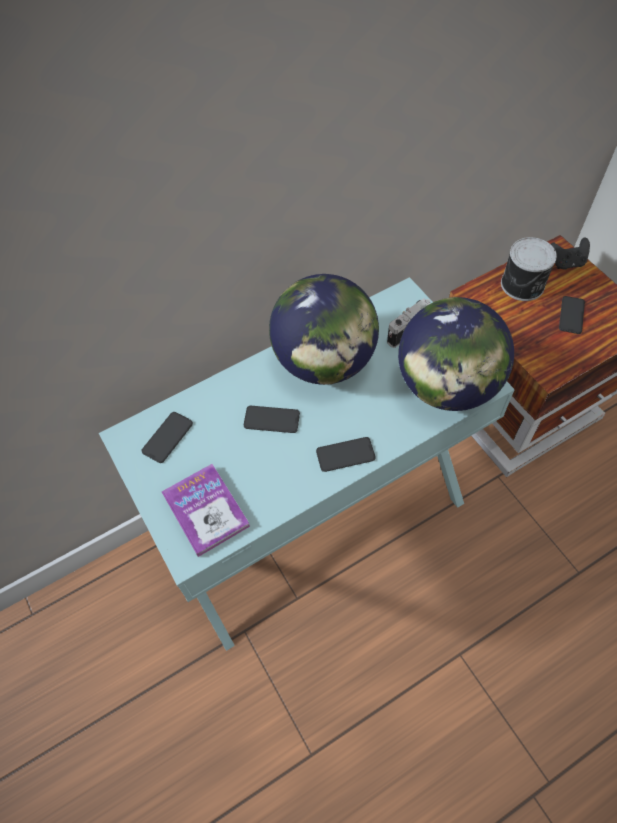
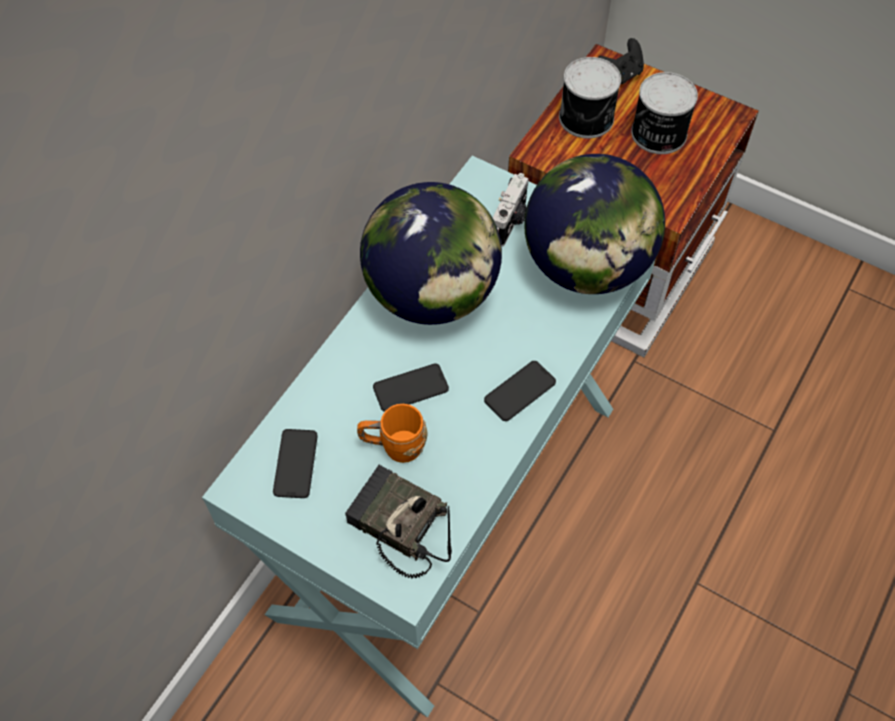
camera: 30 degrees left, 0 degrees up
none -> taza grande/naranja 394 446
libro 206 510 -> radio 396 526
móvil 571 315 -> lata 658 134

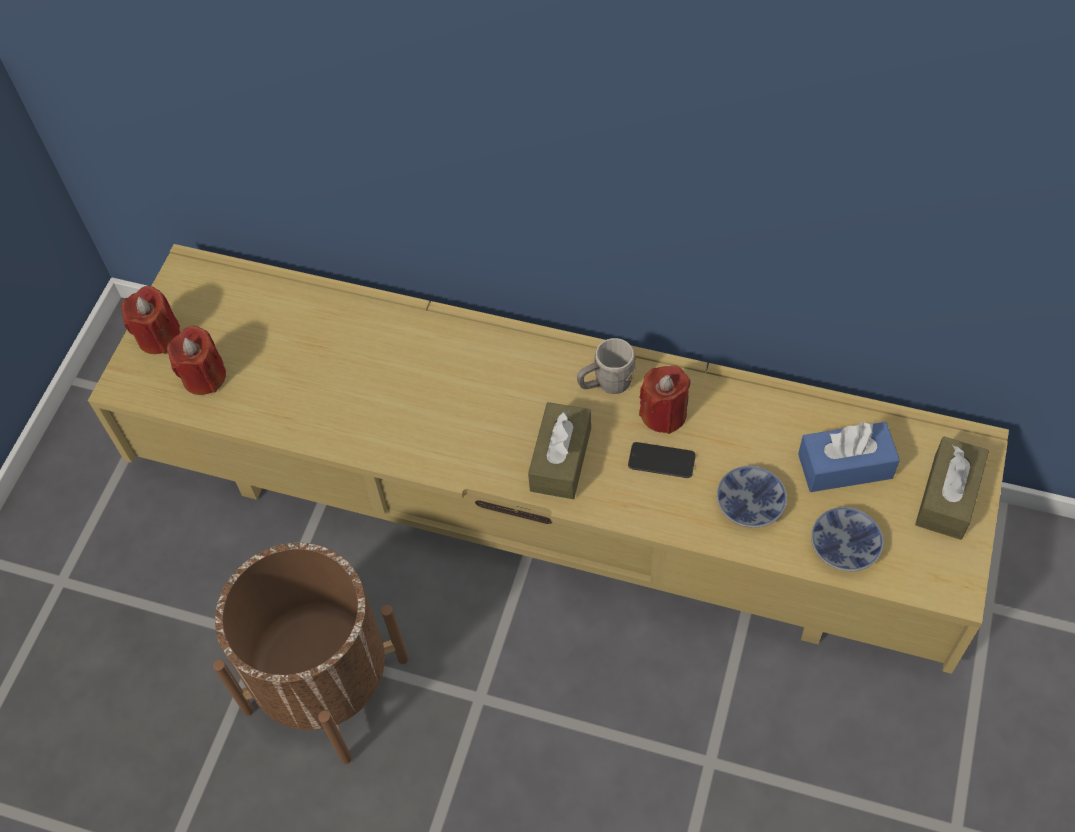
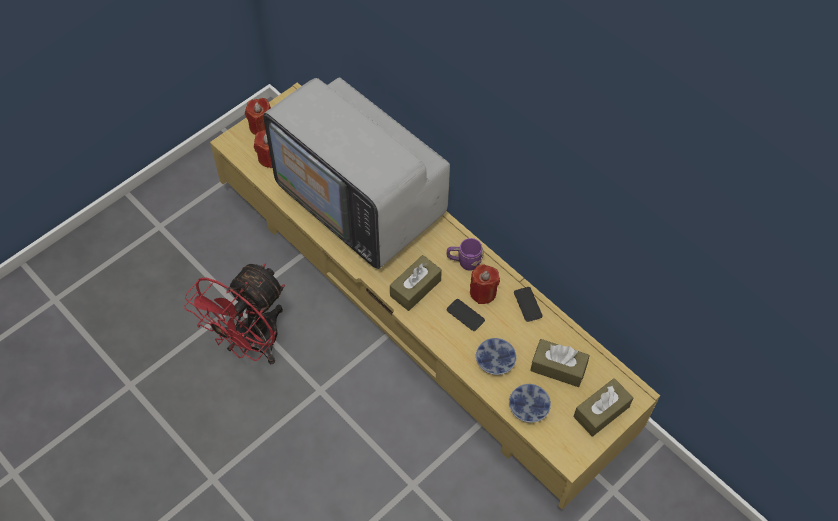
camera: 25 degrees right, 0 degrees up
none -> televisor 360 202
none -> móvil 527 304
maceta/marrón 326 684 -> ventilador/rojo 251 343
taza grande/gris 606 384 -> taza grande/morado 464 262
caja de pañuelos/azul 845 466 -> caja de pañuelos/marrón 558 367

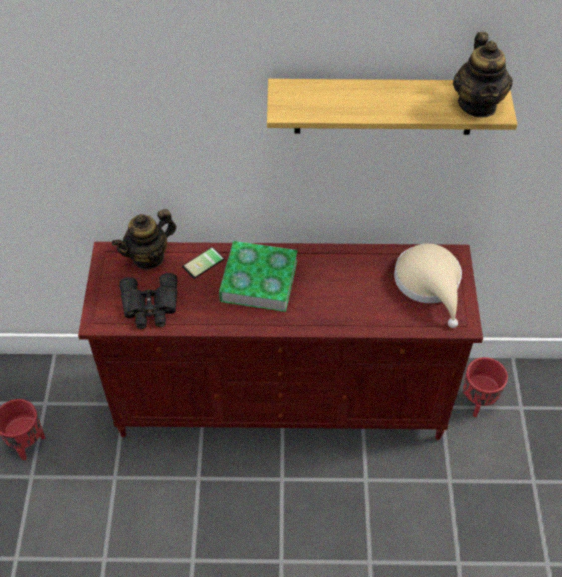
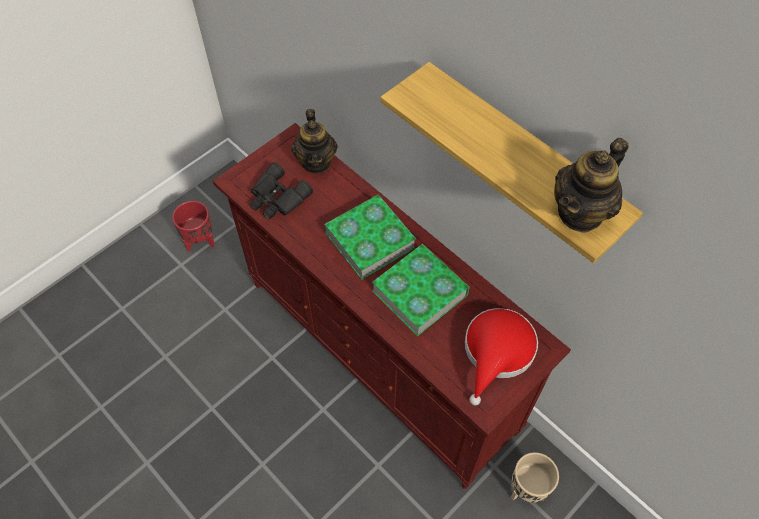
camera: 45 degrees right, 5 degrees up
móvil 204 264 -> none
none -> libro 420 293
sombrero/beis 429 283 -> sombrero/rojo 497 352
maceta/rojo 478 402 -> maceta/beis 527 490
tetera 148 257 -> tetera 316 162, 105 degrees counterclockwise

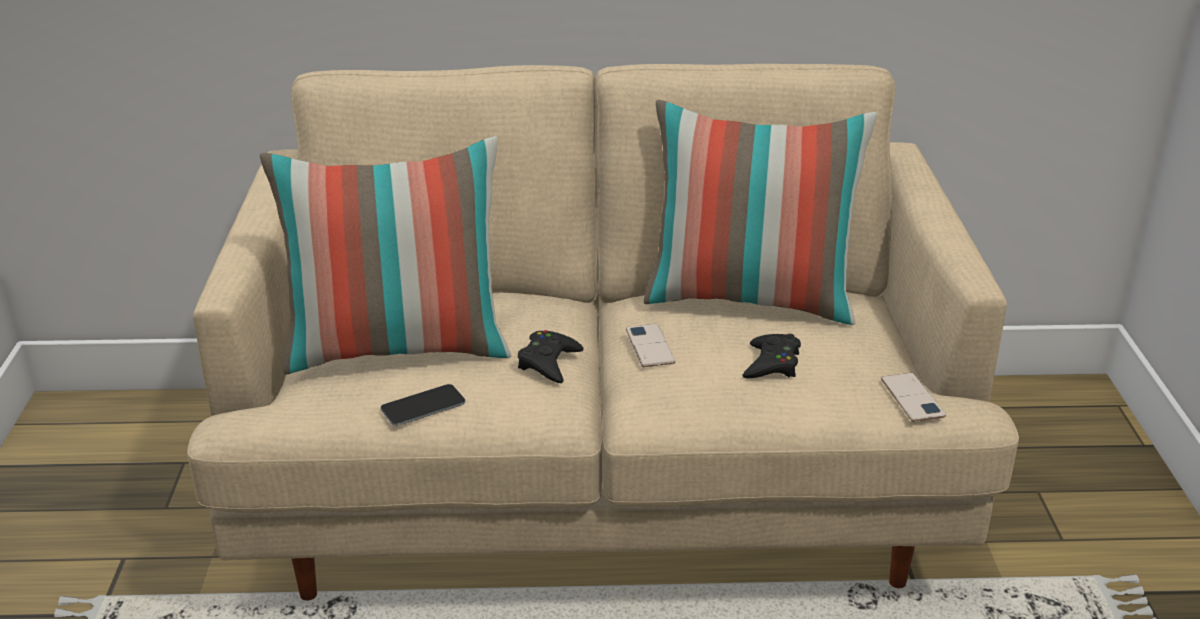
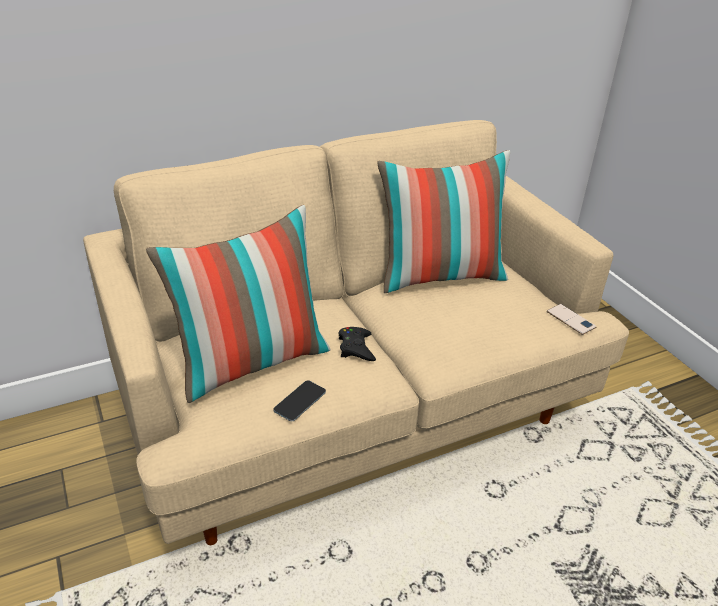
camera: 25 degrees left, 5 degrees up
móvil 650 346 -> none
mando de consola/negro 771 364 -> none

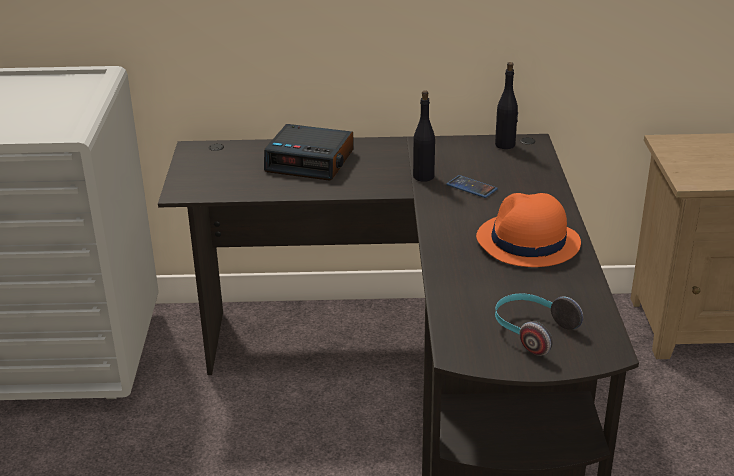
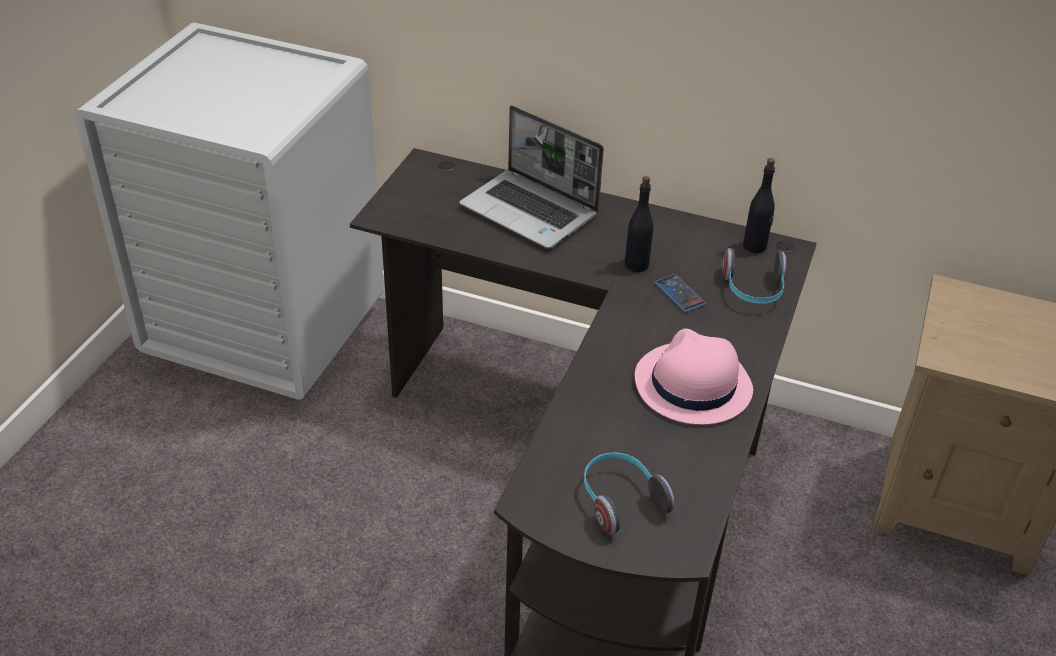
camera: 20 degrees right, 10 degrees up
none -> auriculares 753 290
despertador 311 161 -> portátil 531 211
sombrero/naranja 527 242 -> sombrero/rosa 692 385

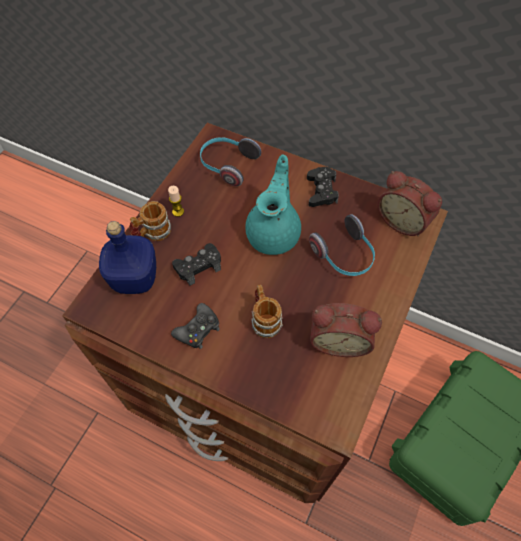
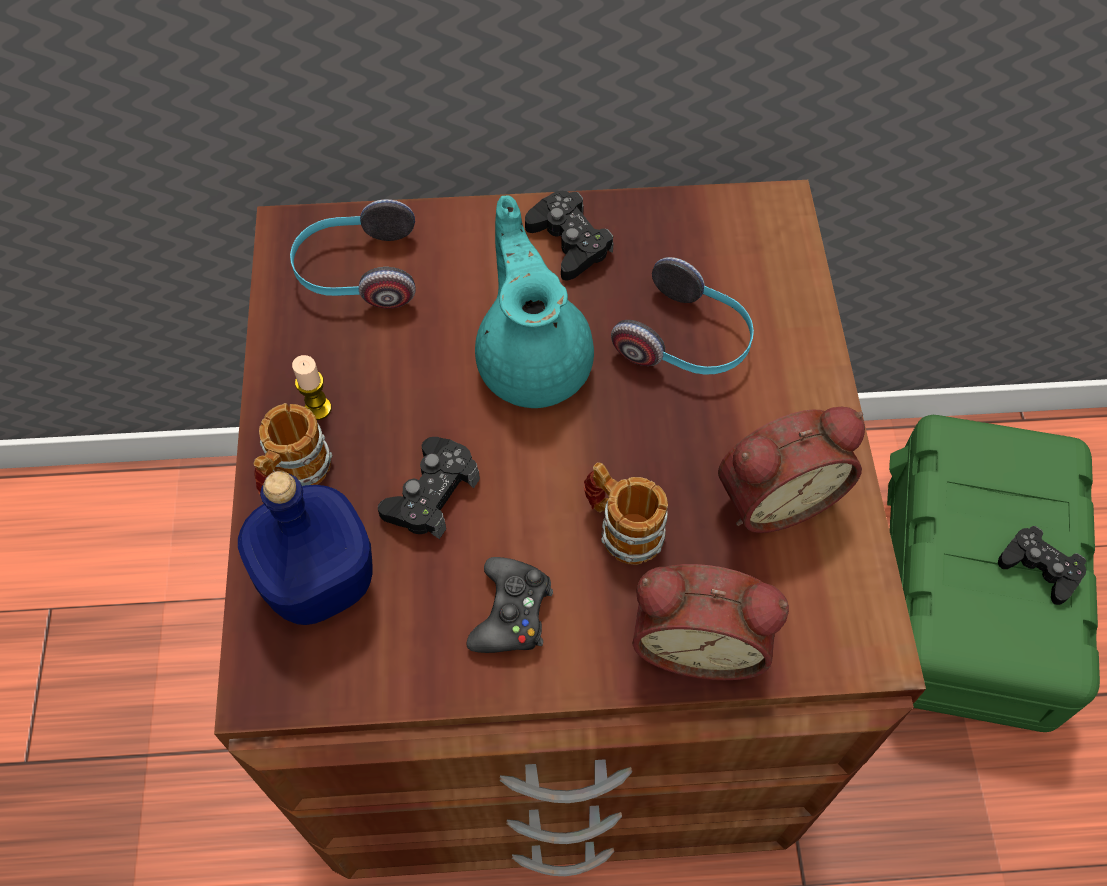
camera: 30 degrees left, 0 degrees up
none -> mando de consola/negro 1039 568
despertador 403 220 -> despertador 698 639, relocated

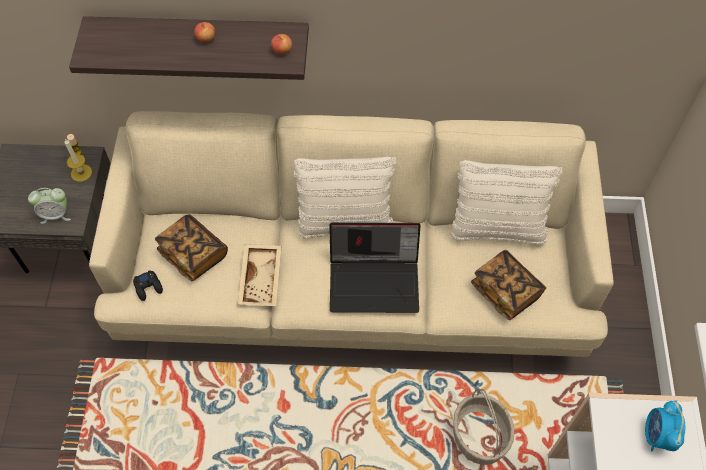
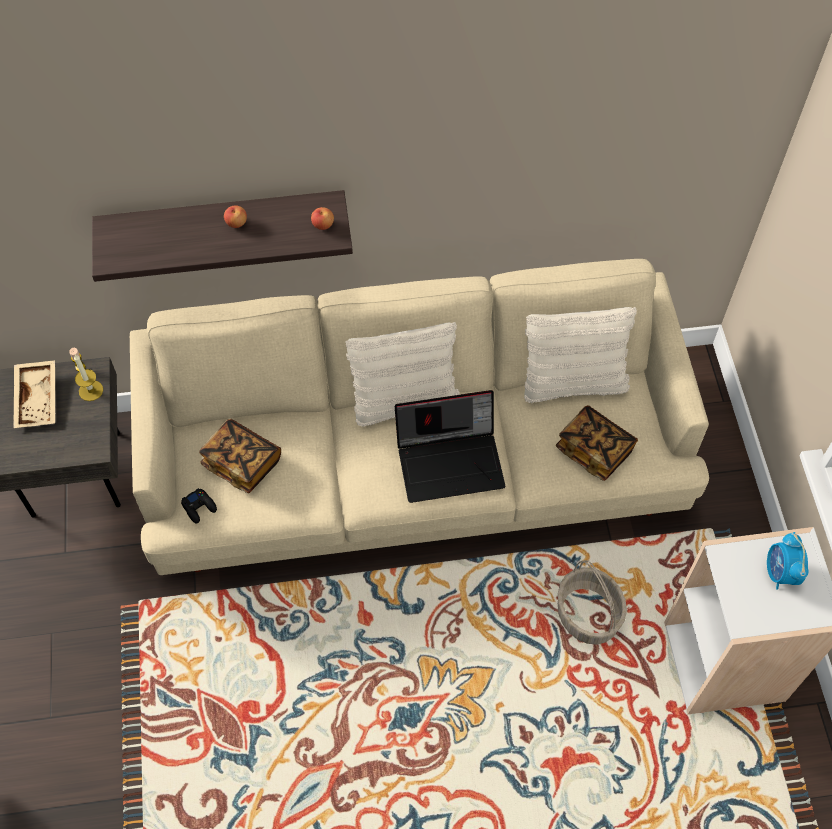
camera: 10 degrees left, 0 degrees up
despertador 56 214 -> none
bandeja/beis 262 279 -> bandeja/beis 39 399, relocated

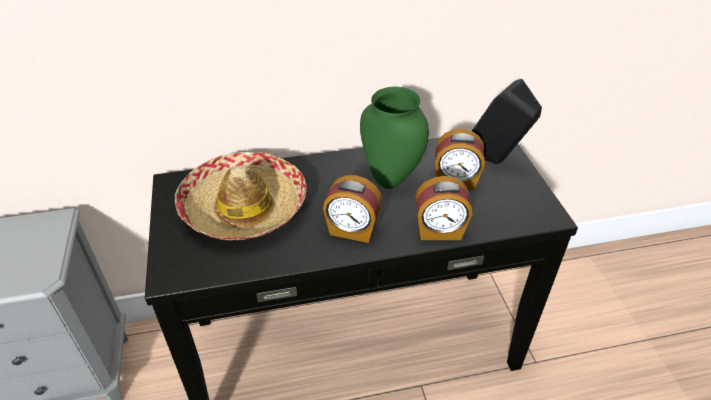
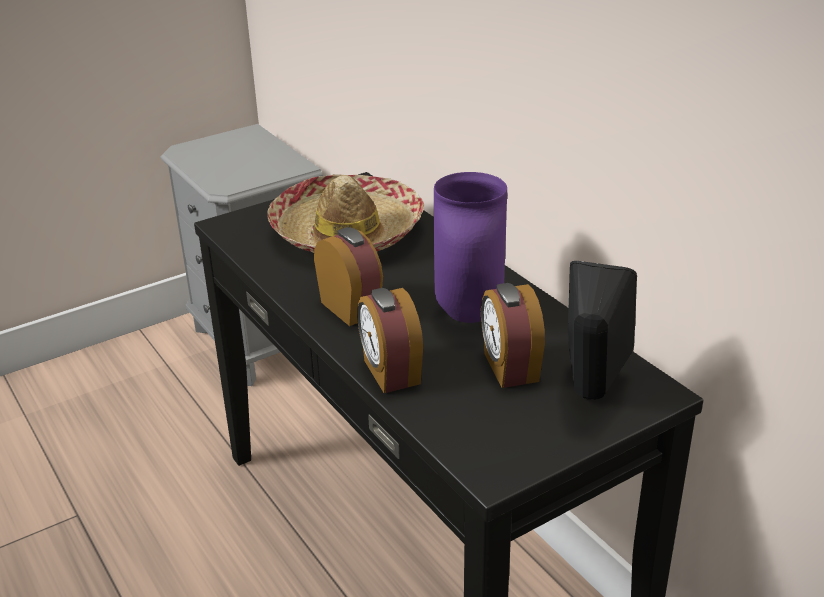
camera: 70 degrees right, 10 degrees down
florero/verde 389 181 -> florero/morado 466 314
despertador 352 230 -> despertador 351 308, 150 degrees clockwise

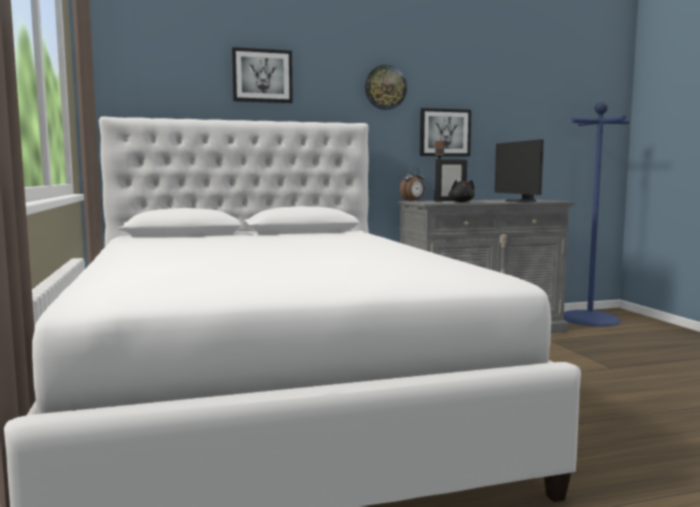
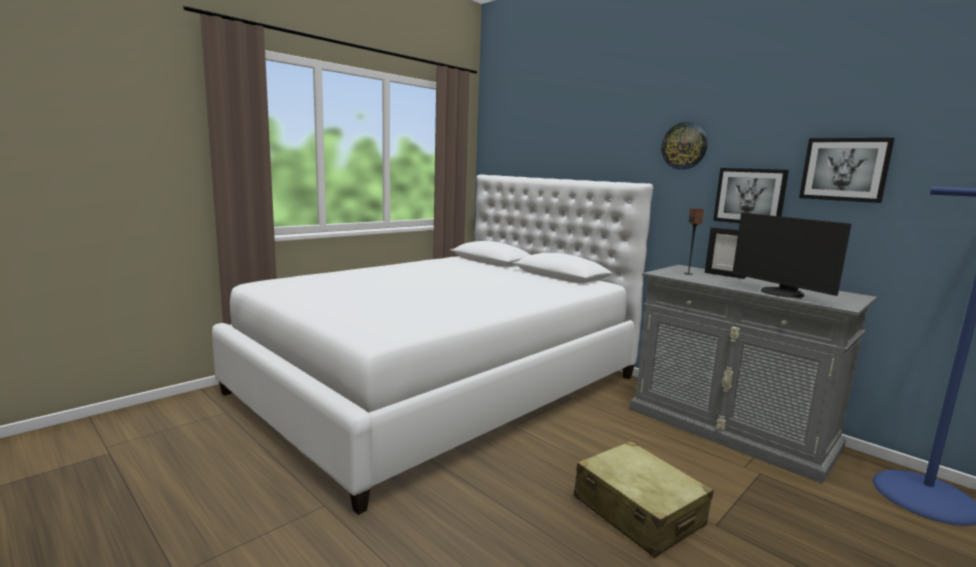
camera: 60 degrees right, 5 degrees up
despertador 413 201 -> none
peluche/negro 461 202 -> none
none -> maleta/beis 638 512
cuadro 262 76 -> cuadro 844 169, relocated
monitor 519 201 -> monitor 781 293, 75 degrees counterclockwise

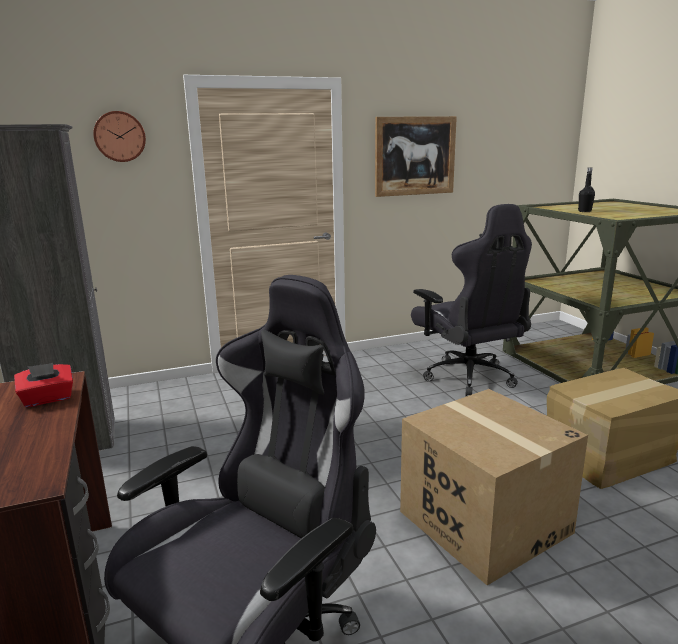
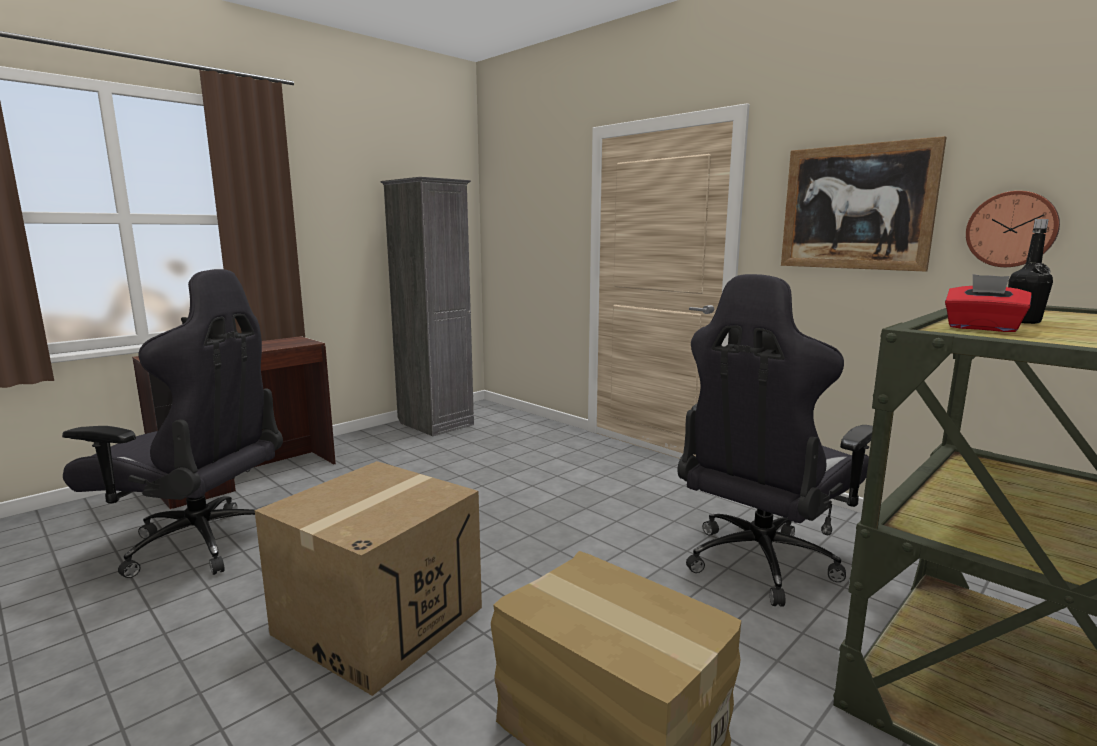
camera: 65 degrees right, 5 degrees down
caja de pañuelos/rojo 48 399 -> caja de pañuelos/rojo 982 328, relocated
reloj de pared 120 136 -> reloj de pared 1011 229, relocated

